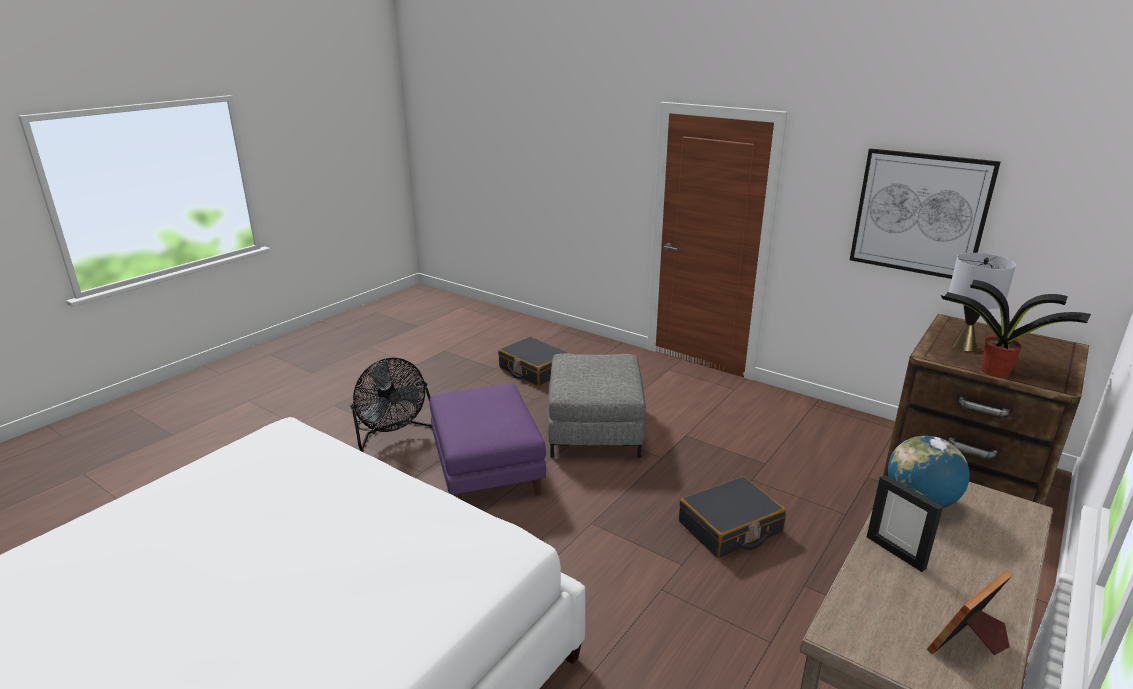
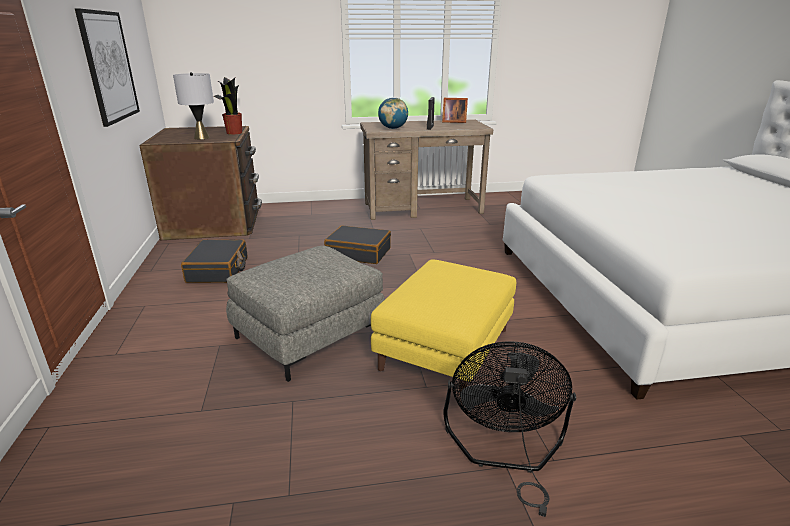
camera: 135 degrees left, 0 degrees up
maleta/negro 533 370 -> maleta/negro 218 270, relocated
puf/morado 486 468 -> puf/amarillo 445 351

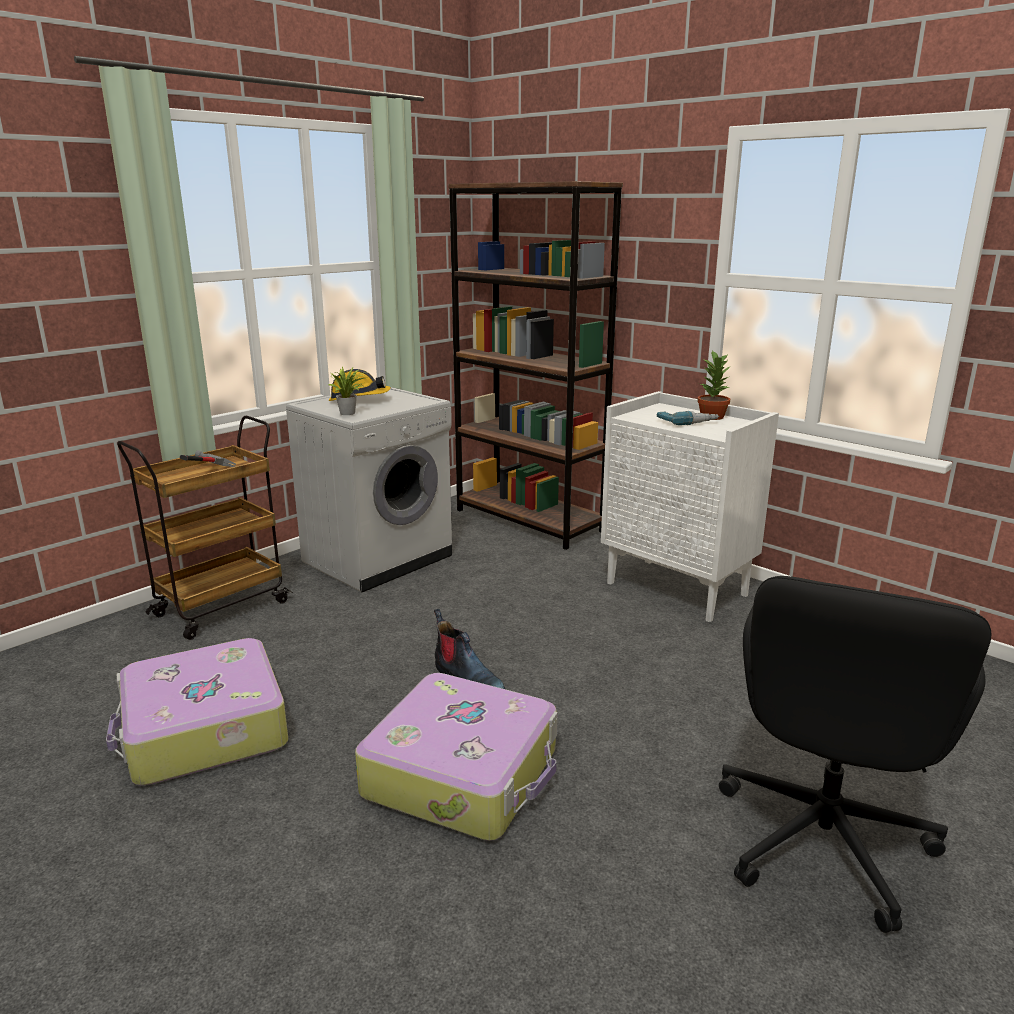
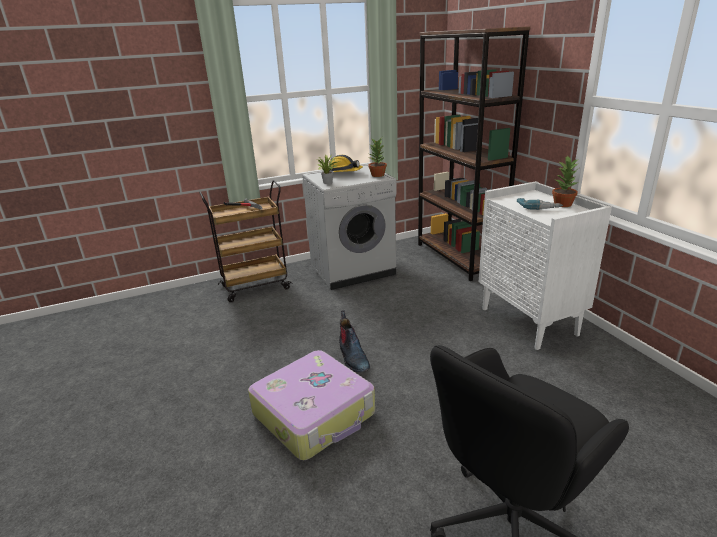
camera: 25 degrees right, 5 degrees up
maleta 203 730 -> none
none -> planta en maceta 378 175

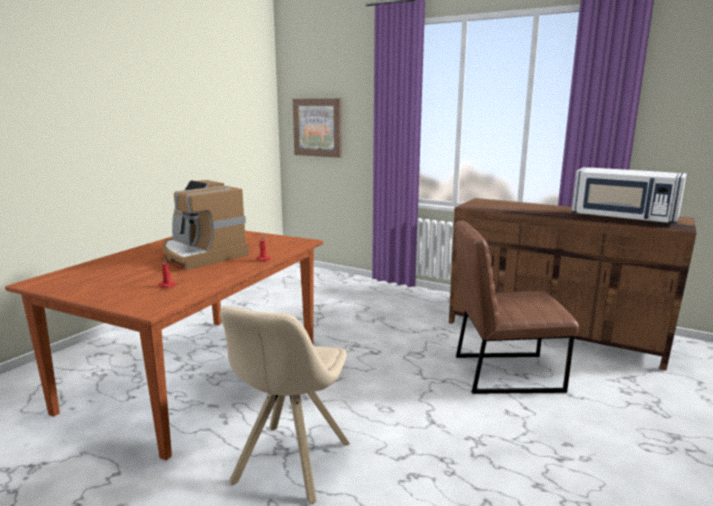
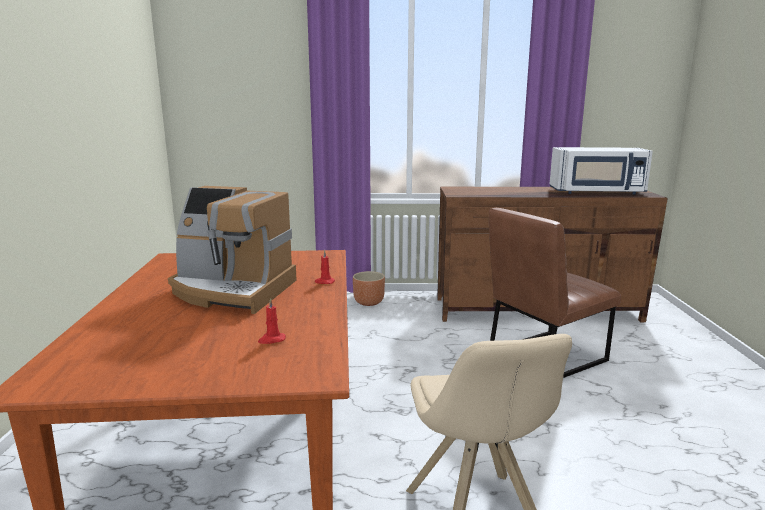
camera: 30 degrees left, 0 degrees up
cuadro 318 127 -> none
none -> maceta/marrón 369 302

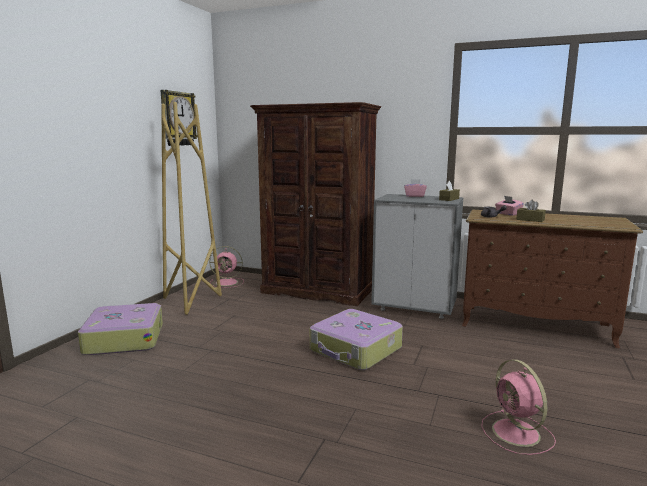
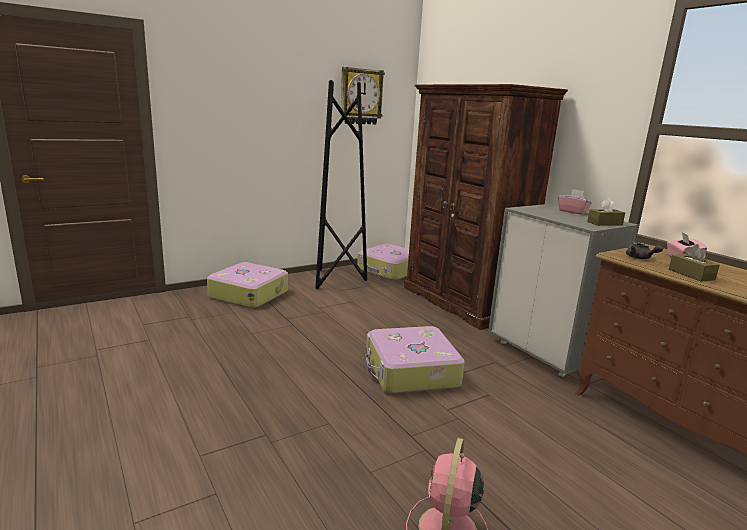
camera: 35 degrees right, 5 degrees up
ventilador/rosa 228 282 -> maleta 389 270
perchero/amarillo 191 302 -> perchero/negro 334 279

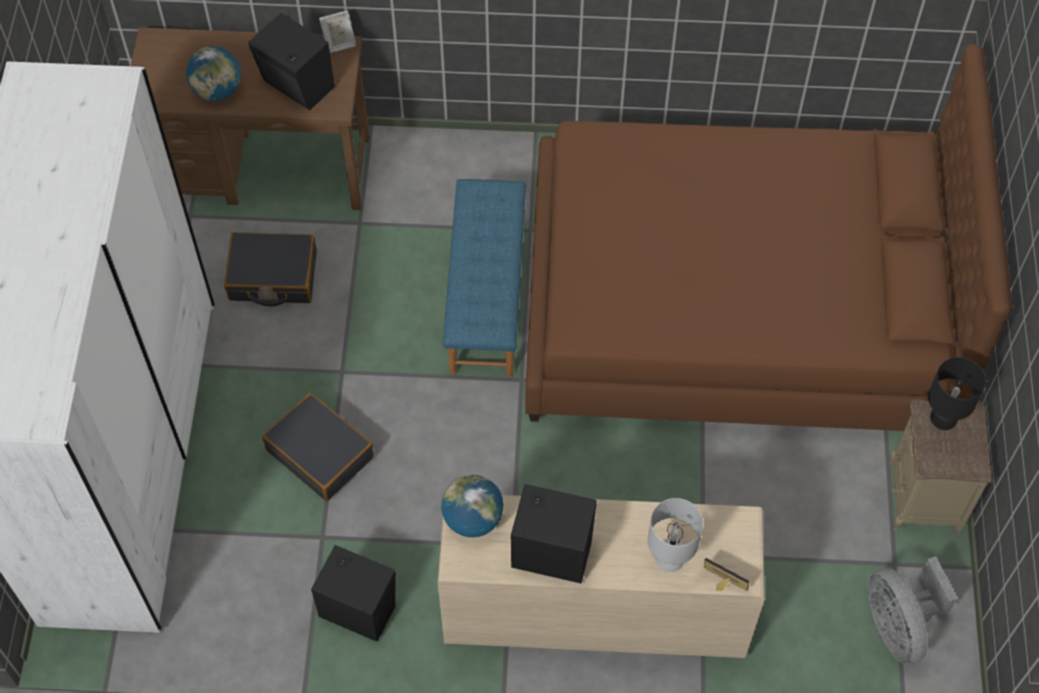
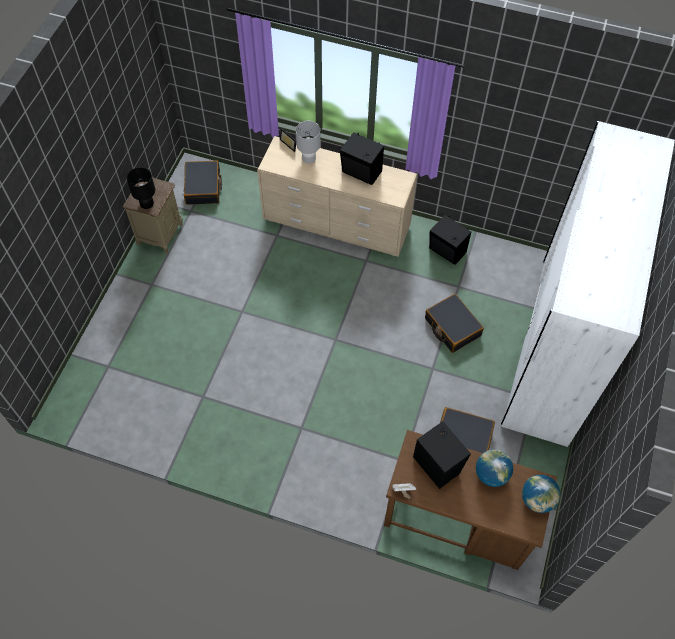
camera: 165 degrees left, 0 degrees up
banco/azul 487 296 -> none
cama/marrón 737 307 -> none
globo terráqueo 473 518 -> globo terráqueo 537 499, relocated
ventilador/gris 897 626 -> maleta/negro 203 187

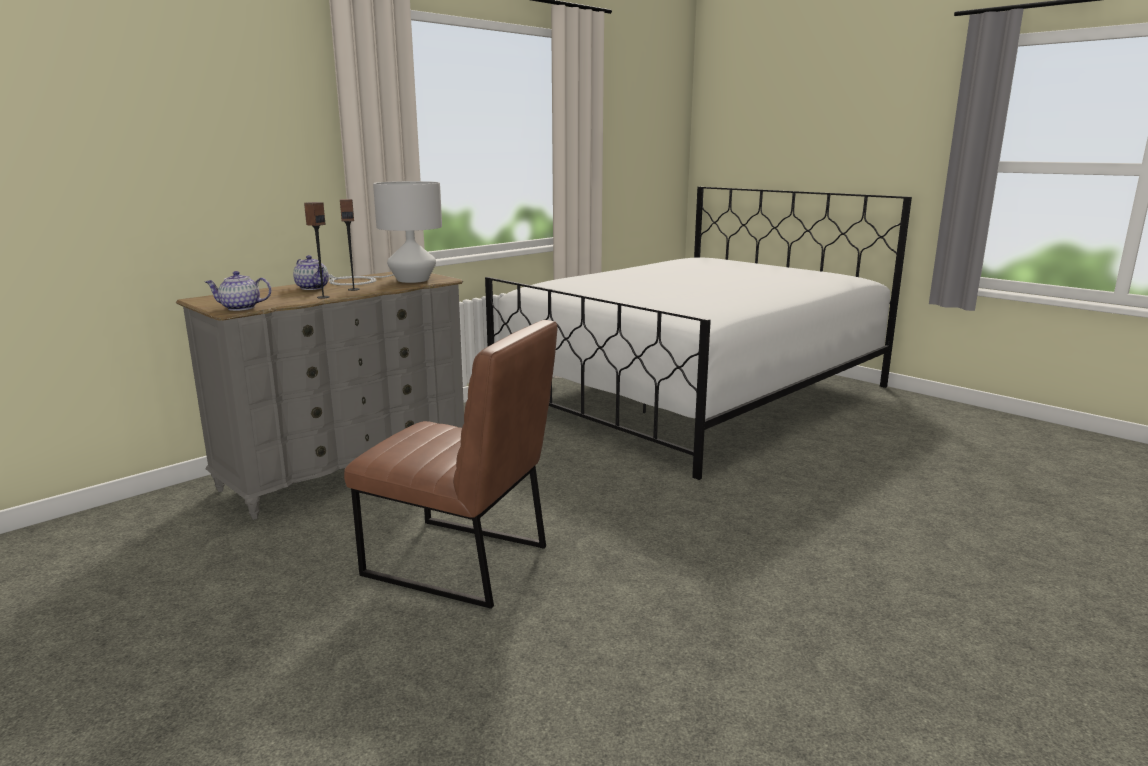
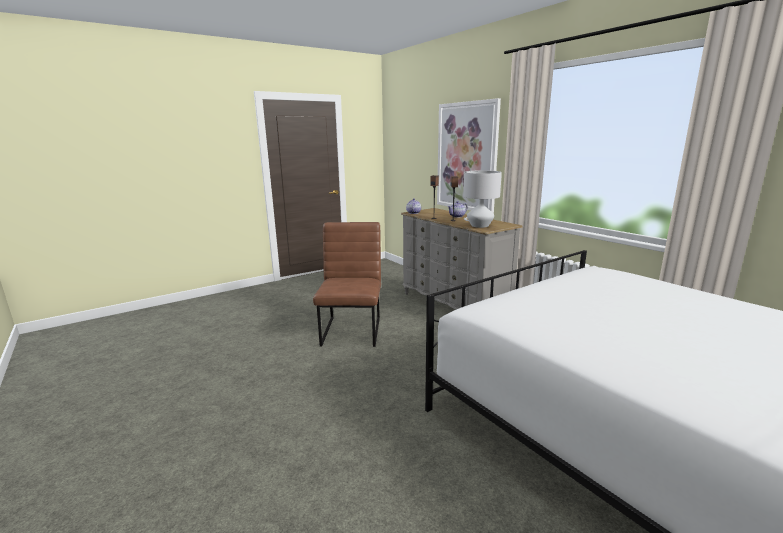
camera: 100 degrees right, 0 degrees up
none -> cuadro 467 157
silla/marrón 460 562 -> silla/marrón 352 330, 150 degrees clockwise

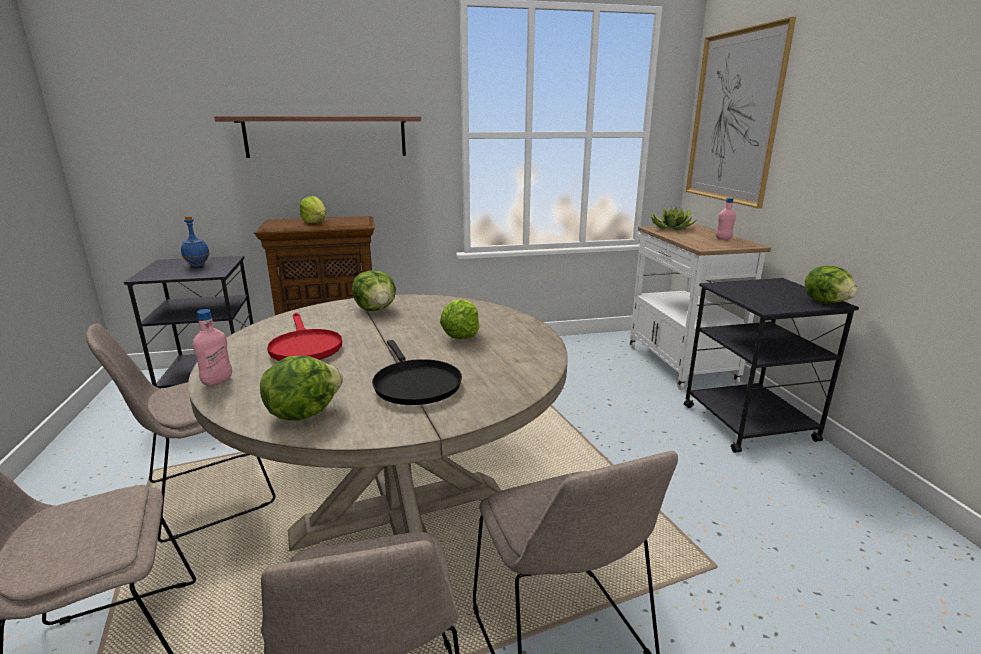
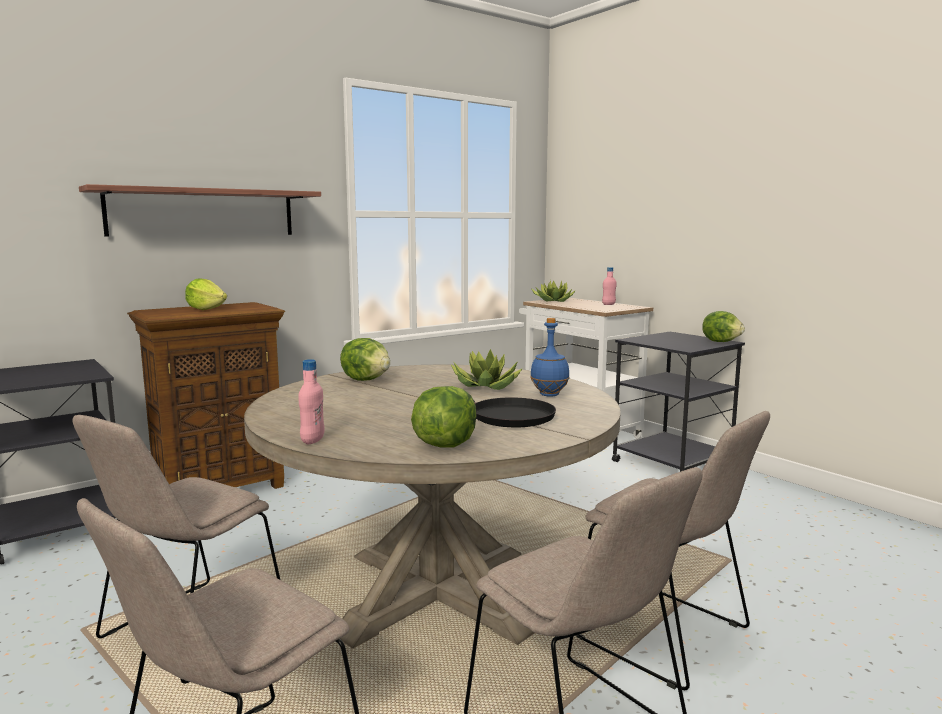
camera: 25 degrees left, 10 degrees down
sartén/rojo 304 346 -> none
cuadro 734 118 -> none
botella/azul 198 265 -> botella/azul 549 394, relocated
lechuga 461 336 -> planta en maceta 486 386

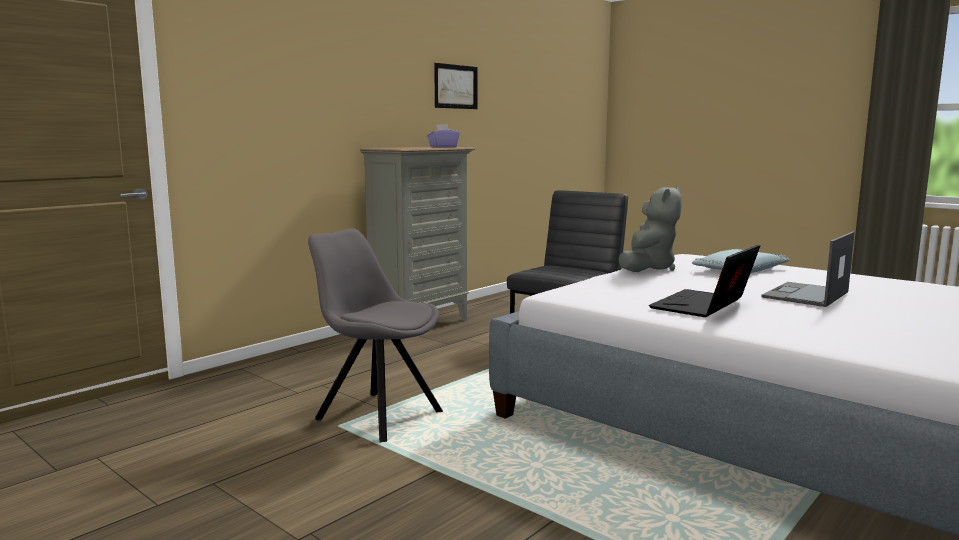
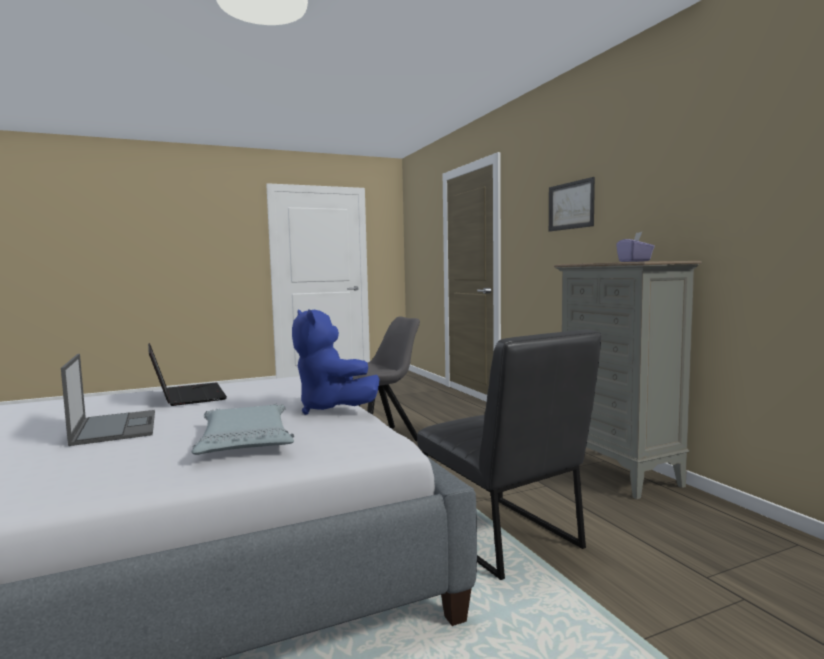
camera: 115 degrees right, 5 degrees down
cuadro 456 86 -> cuadro 571 205, relocated
peluche/gris 648 268 -> peluche/azul 331 409

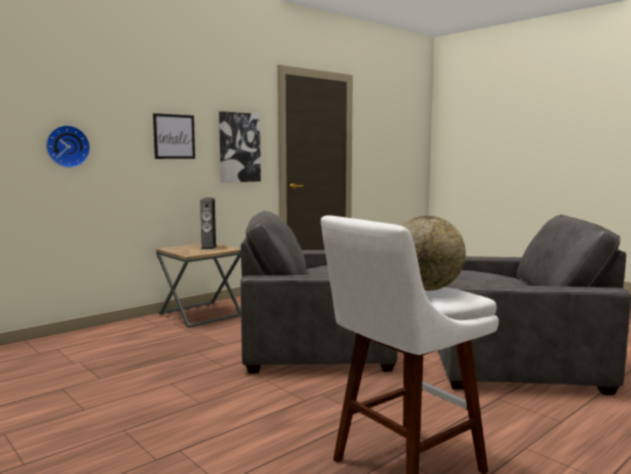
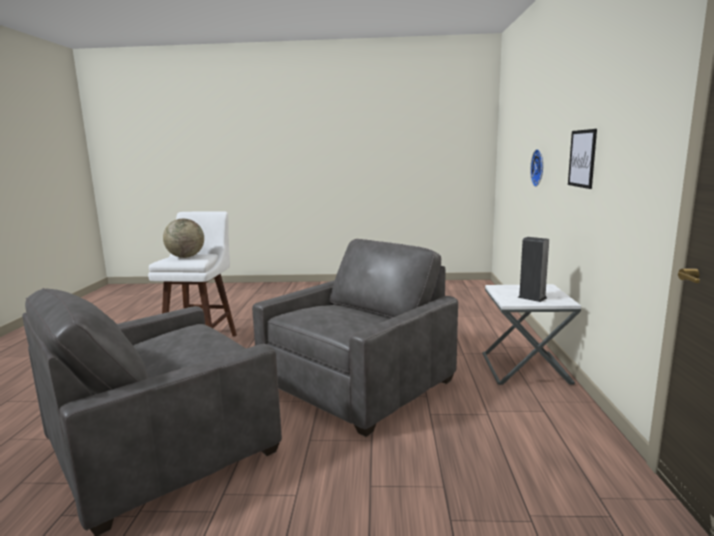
camera: 135 degrees right, 5 degrees up
cuadro 239 147 -> none
mesa auxiliar/marrón 201 315 -> mesa auxiliar/blanco 525 368

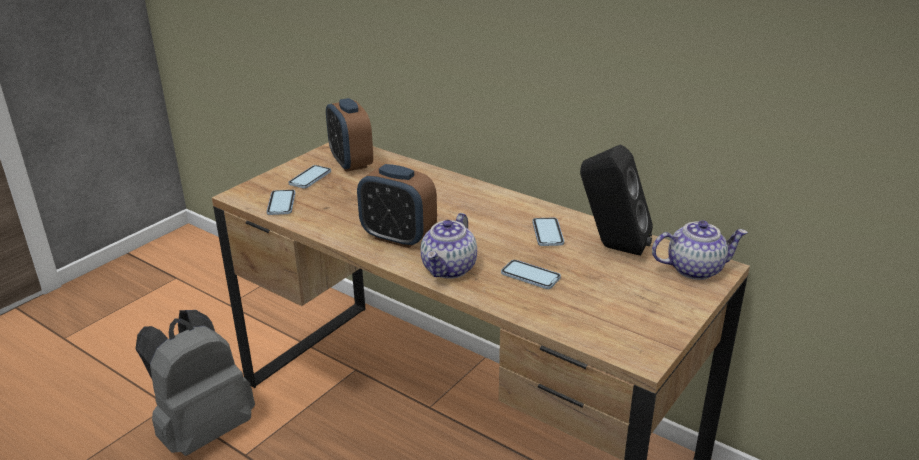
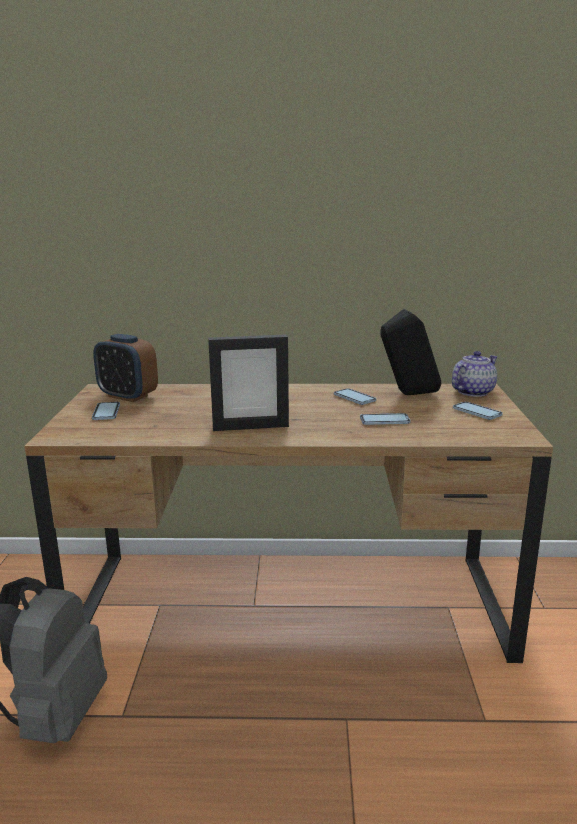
camera: 35 degrees left, 10 degrees down
tetera 449 269 -> none
móvil 281 204 -> móvil 477 412, relocated
despertador 398 237 -> portarretratos 250 426

